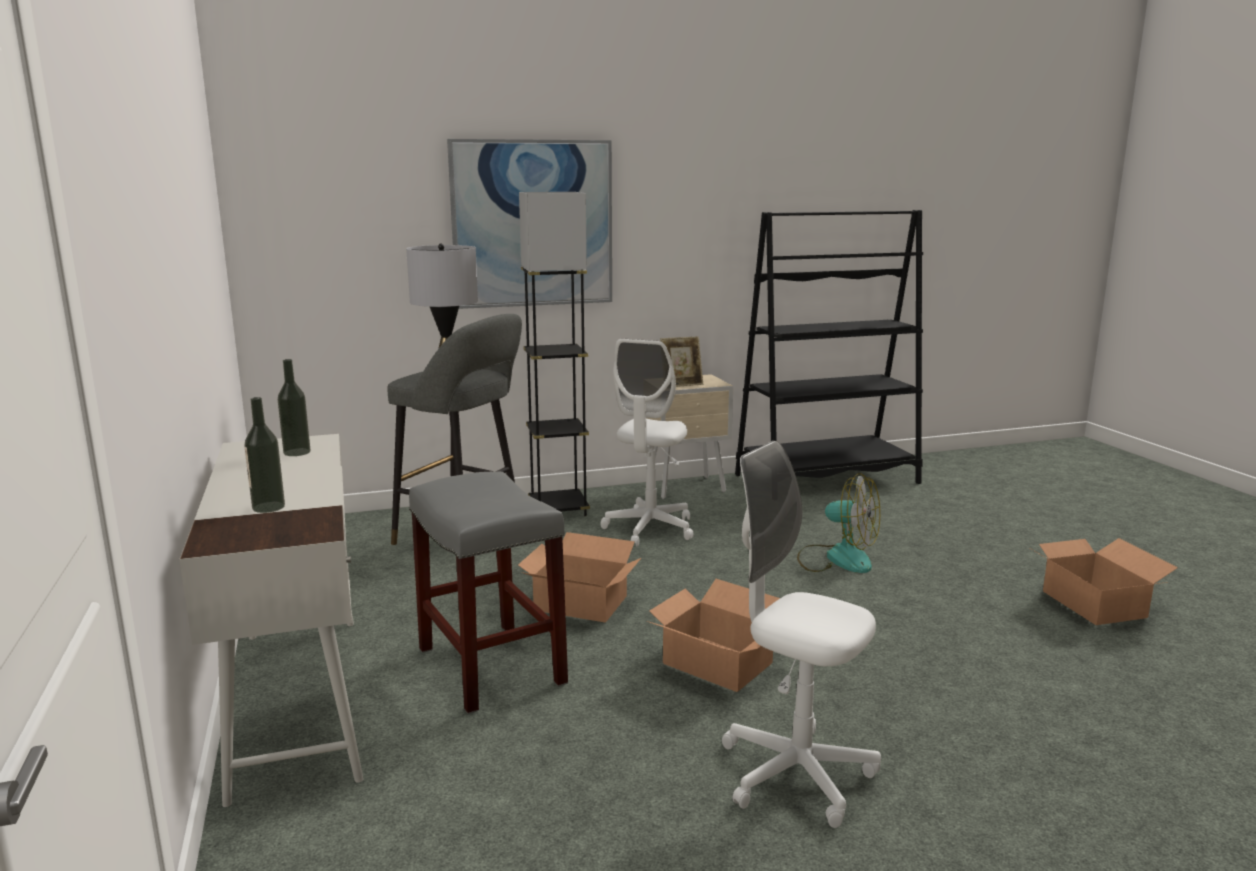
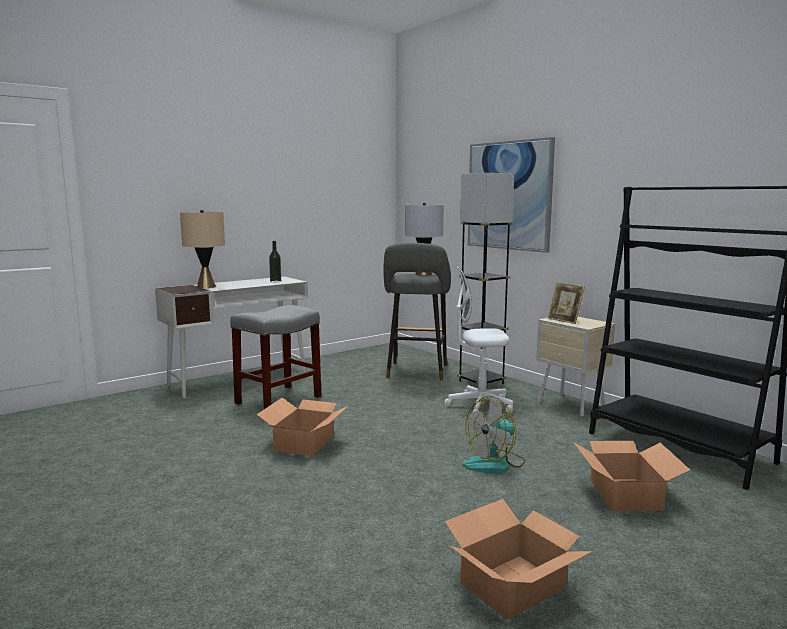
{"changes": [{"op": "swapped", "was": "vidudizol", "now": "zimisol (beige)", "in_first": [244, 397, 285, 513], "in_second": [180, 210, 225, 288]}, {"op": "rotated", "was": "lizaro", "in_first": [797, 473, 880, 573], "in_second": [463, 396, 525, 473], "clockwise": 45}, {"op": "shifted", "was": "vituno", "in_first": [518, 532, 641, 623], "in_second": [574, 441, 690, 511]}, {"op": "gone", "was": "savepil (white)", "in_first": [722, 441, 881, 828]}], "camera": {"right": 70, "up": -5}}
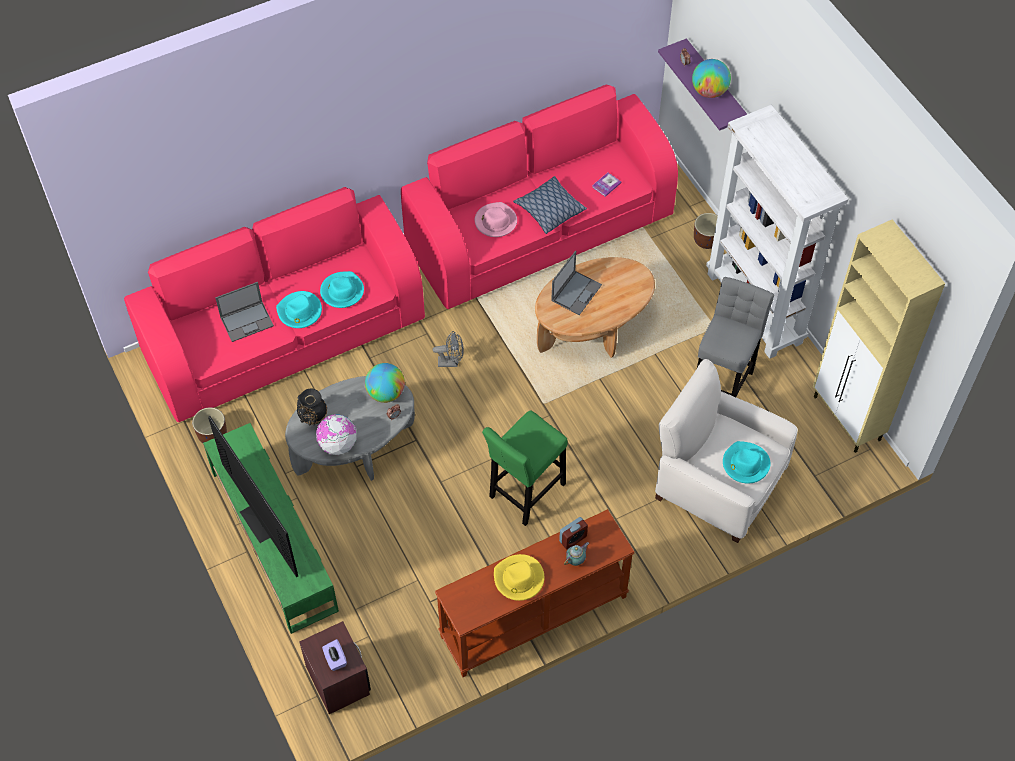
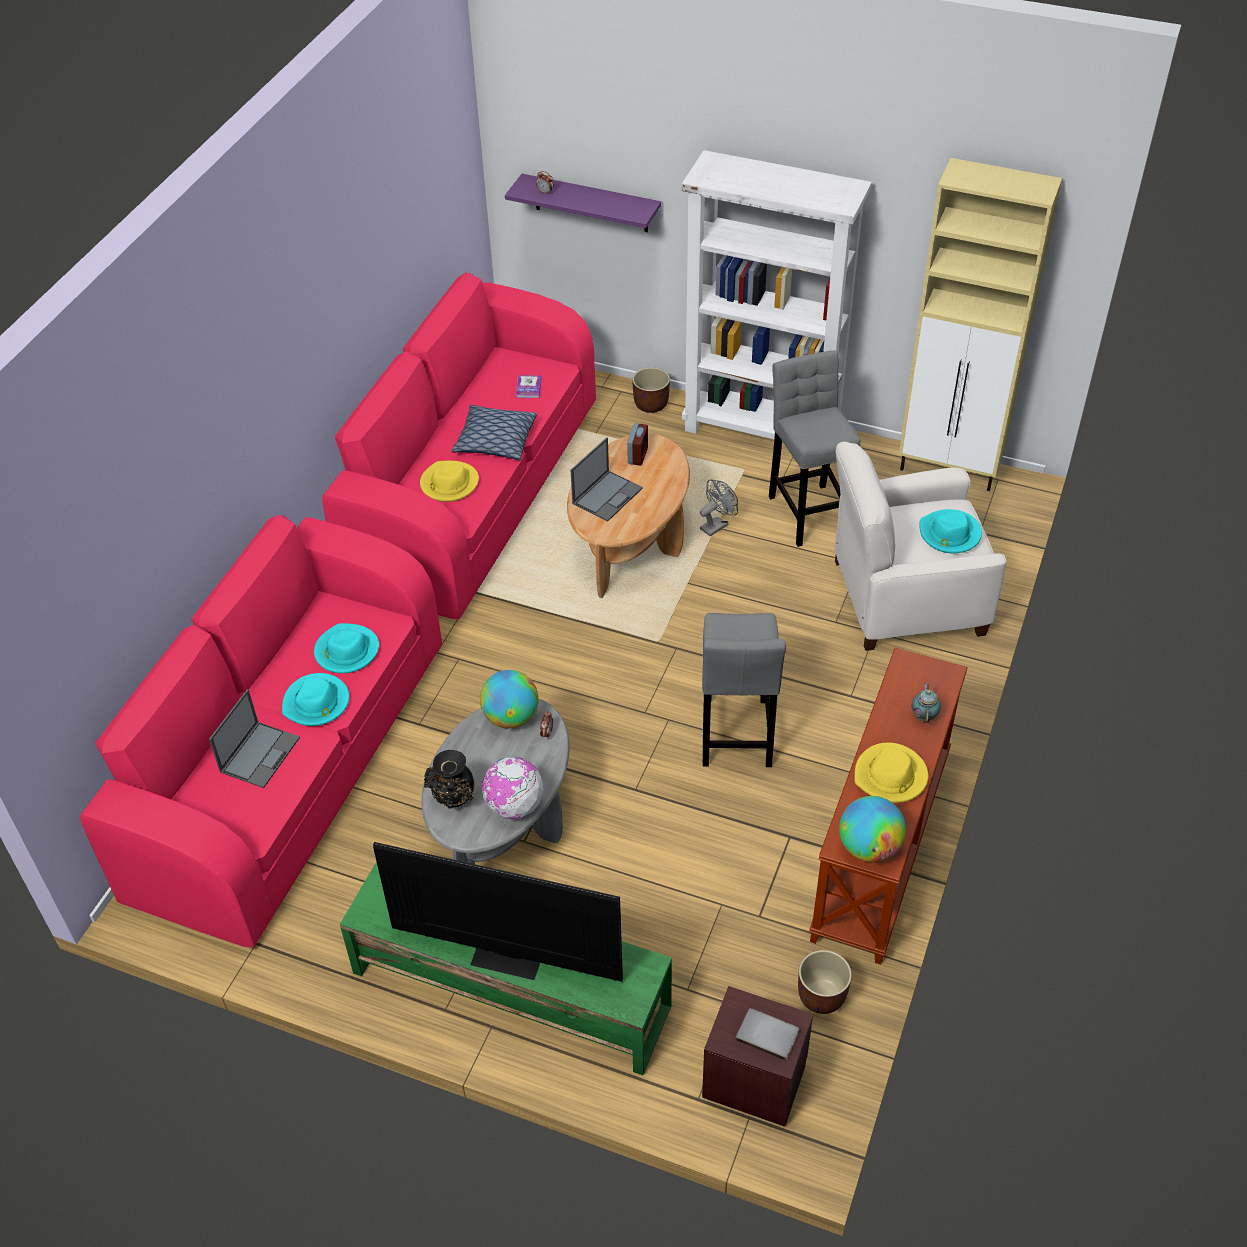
{"changes": [{"op": "repainted", "was": "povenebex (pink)", "now": "povenebex (yellow)", "in_first": [475, 202, 517, 237], "in_second": [420, 461, 479, 502]}, {"op": "rotated", "was": "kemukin", "in_first": [551, 251, 602, 315], "in_second": [571, 437, 643, 522], "clockwise": 45}, {"op": "shifted", "was": "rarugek", "in_first": [559, 517, 588, 549], "in_second": [627, 423, 648, 466]}, {"op": "shifted", "was": "lizaro (grey)", "in_first": [433, 331, 464, 367], "in_second": [700, 479, 738, 536]}, {"op": "repainted", "was": "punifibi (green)", "now": "punifibi (grey)", "in_first": [482, 410, 568, 526], "in_second": [702, 613, 786, 767]}, {"op": "swapped", "was": "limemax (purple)", "now": "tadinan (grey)", "in_first": [322, 639, 347, 671], "in_second": [735, 1008, 799, 1061]}, {"op": "shifted", "was": "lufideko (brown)", "in_first": [192, 407, 227, 443], "in_second": [798, 950, 852, 1014]}, {"op": "shifted", "was": "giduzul", "in_first": [692, 59, 731, 98], "in_second": [839, 796, 906, 862]}], "camera": {"right": -40, "up": -10}}
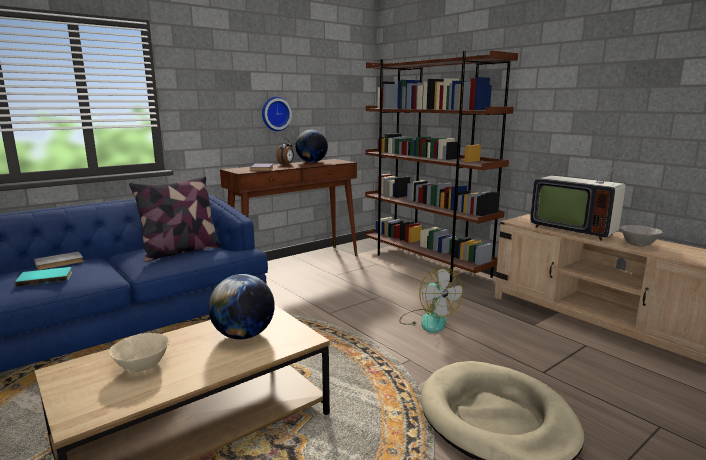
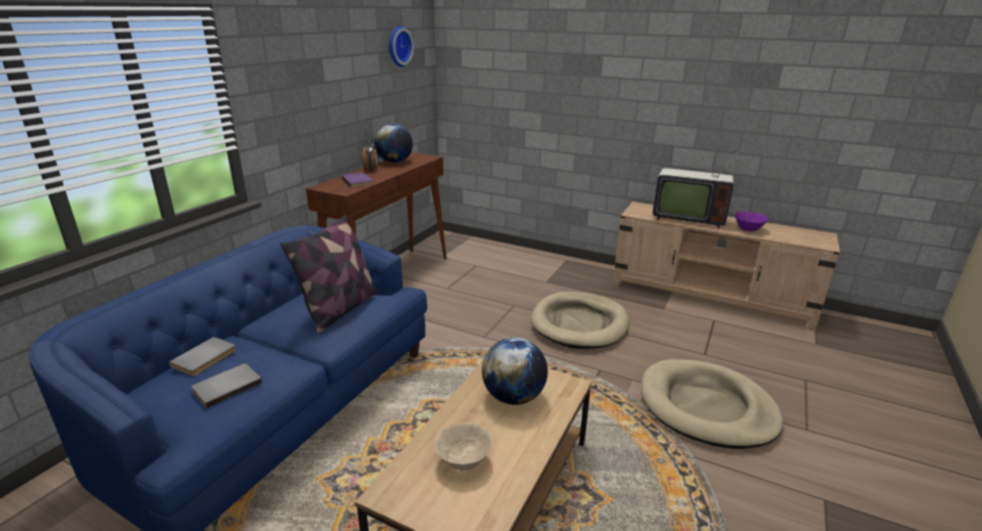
{"changes": [{"op": "repainted", "was": "tadinan (turquoise)", "now": "tadinan (grey)", "in_first": [15, 267, 72, 287], "in_second": [191, 363, 262, 408]}, {"op": "shifted", "was": "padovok", "in_first": [262, 97, 292, 131], "in_second": [389, 26, 414, 67]}, {"op": "swapped", "was": "lizaro", "now": "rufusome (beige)", "in_first": [399, 267, 463, 333], "in_second": [531, 291, 629, 349]}, {"op": "repainted", "was": "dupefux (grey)", "now": "dupefux (purple)", "in_first": [620, 225, 663, 246], "in_second": [735, 212, 768, 231]}, {"op": "gone", "was": "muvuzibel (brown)", "in_first": [365, 50, 518, 282]}], "camera": {"right": -25, "up": 10}}
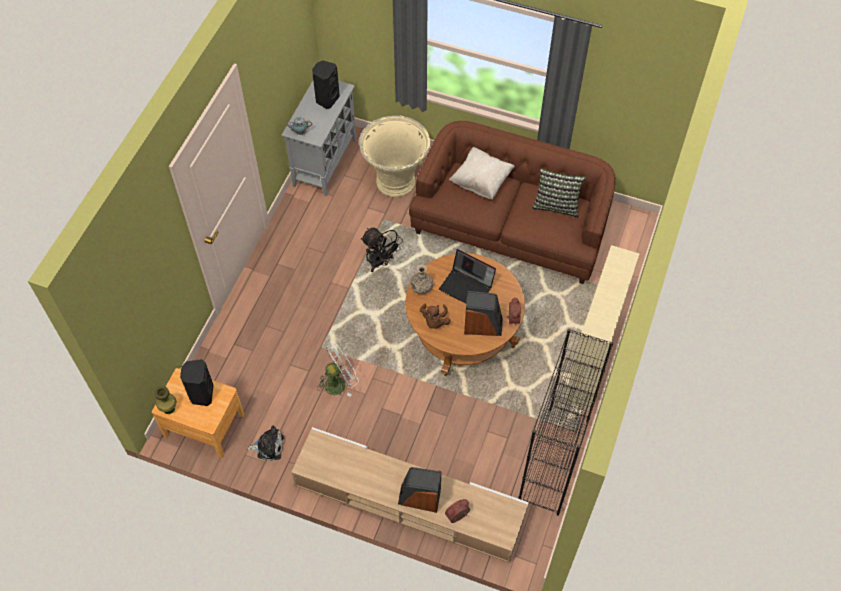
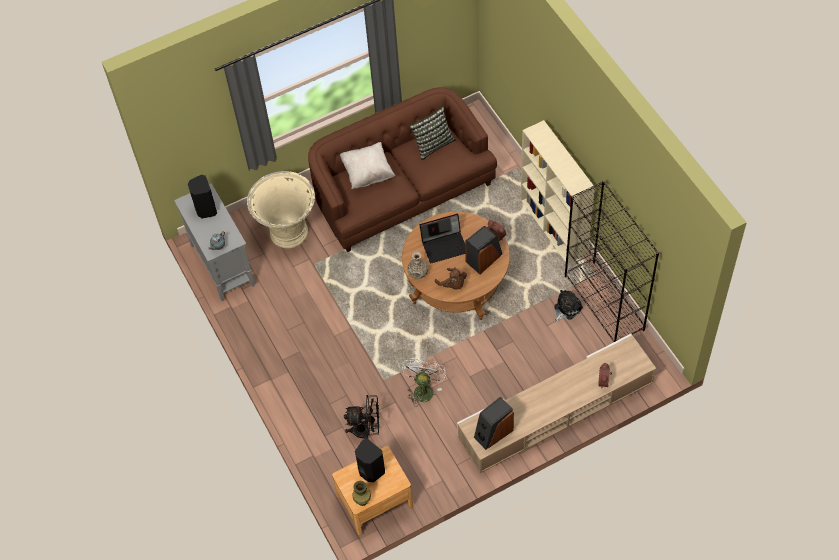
{"changes": [{"op": "shifted", "was": "lizaro (black)", "in_first": [361, 228, 403, 272], "in_second": [344, 395, 379, 441]}, {"op": "shifted", "was": "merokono", "in_first": [398, 467, 441, 513], "in_second": [474, 397, 514, 450]}, {"op": "shifted", "was": "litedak", "in_first": [247, 425, 284, 461], "in_second": [554, 290, 583, 322]}], "camera": {"right": -45, "up": 0}}
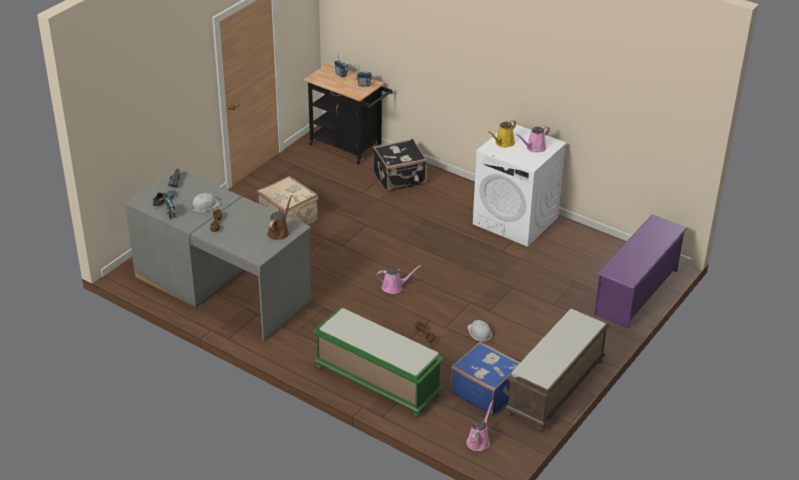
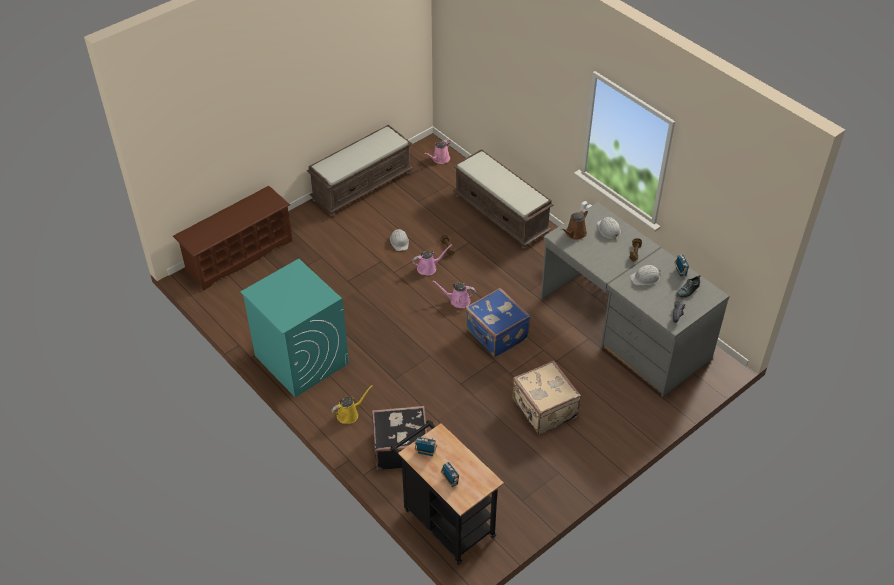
{"changes": [{"op": "repainted", "was": "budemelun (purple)", "now": "budemelun (brown)", "in_first": [594, 214, 688, 328], "in_second": [173, 186, 292, 291]}, {"op": "repainted", "was": "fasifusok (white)", "now": "fasifusok (turquoise)", "in_first": [473, 123, 567, 247], "in_second": [240, 259, 349, 397]}, {"op": "shifted", "was": "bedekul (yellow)", "in_first": [488, 120, 516, 148], "in_second": [331, 385, 373, 424]}, {"op": "shifted", "was": "bedekul (pink)", "in_first": [516, 126, 550, 153], "in_second": [412, 244, 452, 275]}, {"op": "repainted", "was": "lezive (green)", "now": "lezive (brown)", "in_first": [313, 308, 444, 417], "in_second": [453, 149, 553, 250]}, {"op": "shifted", "was": "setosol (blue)", "in_first": [450, 342, 520, 416], "in_second": [465, 288, 530, 357]}, {"op": "new", "now": "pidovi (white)", "in_second": [597, 217, 621, 240]}], "camera": {"right": -165, "up": 10}}
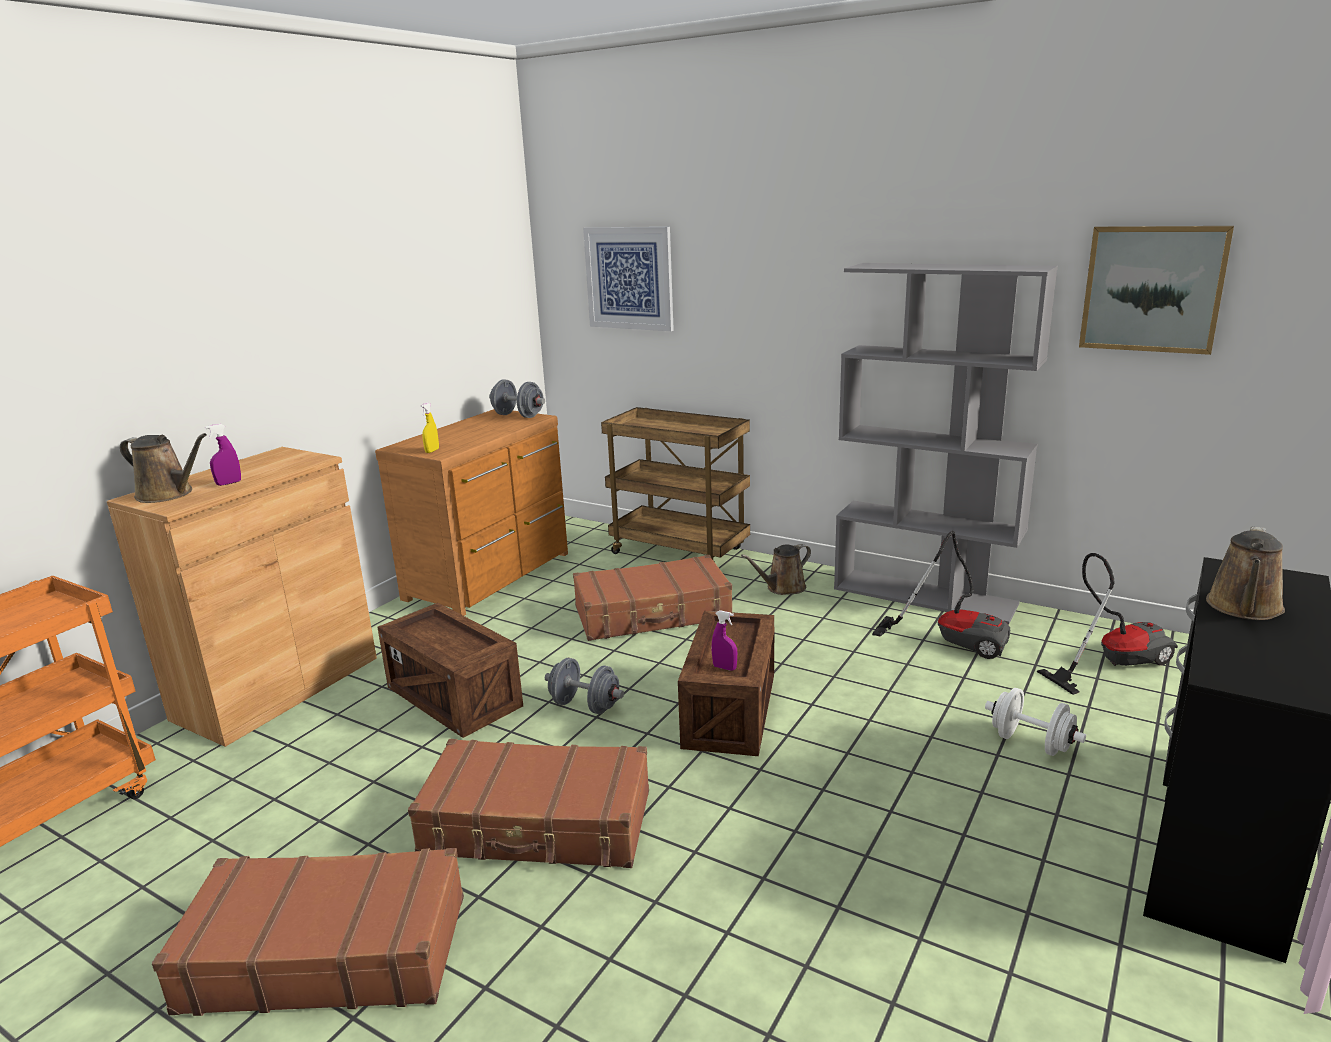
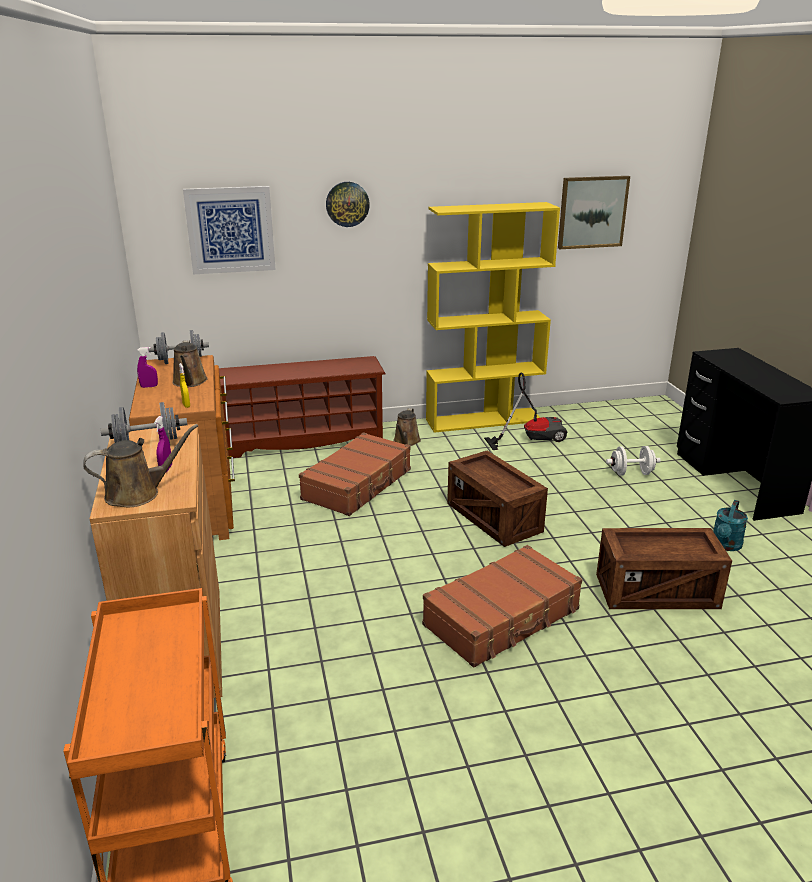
{"changes": [{"op": "shifted", "was": "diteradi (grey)", "in_first": [545, 658, 624, 714], "in_second": [100, 402, 187, 443]}, {"op": "shifted", "was": "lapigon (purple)", "in_first": [711, 610, 737, 671], "in_second": [137, 347, 158, 388]}, {"op": "shifted", "was": "bedekul (brown)", "in_first": [1206, 527, 1285, 620], "in_second": [172, 340, 208, 387]}, {"op": "swapped", "was": "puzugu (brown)", "now": "budemelun (brown)", "in_first": [601, 407, 750, 562], "in_second": [219, 356, 386, 458]}, {"op": "new", "now": "padovok", "in_second": [326, 182, 370, 227]}, {"op": "repainted", "was": "muvuzibel (grey)", "now": "muvuzibel (yellow)", "in_first": [834, 263, 1058, 625], "in_second": [426, 202, 560, 433]}, {"op": "shifted", "was": "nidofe", "in_first": [377, 603, 523, 738], "in_second": [596, 528, 732, 609]}, {"op": "new", "now": "bedekul (turquoise)", "in_second": [713, 500, 748, 551]}, {"op": "gone", "was": "setosol (brown)", "in_first": [152, 848, 464, 1016]}, {"op": "gone", "was": "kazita", "in_first": [1037, 553, 1178, 695]}], "camera": {"right": -45, "up": 5}}
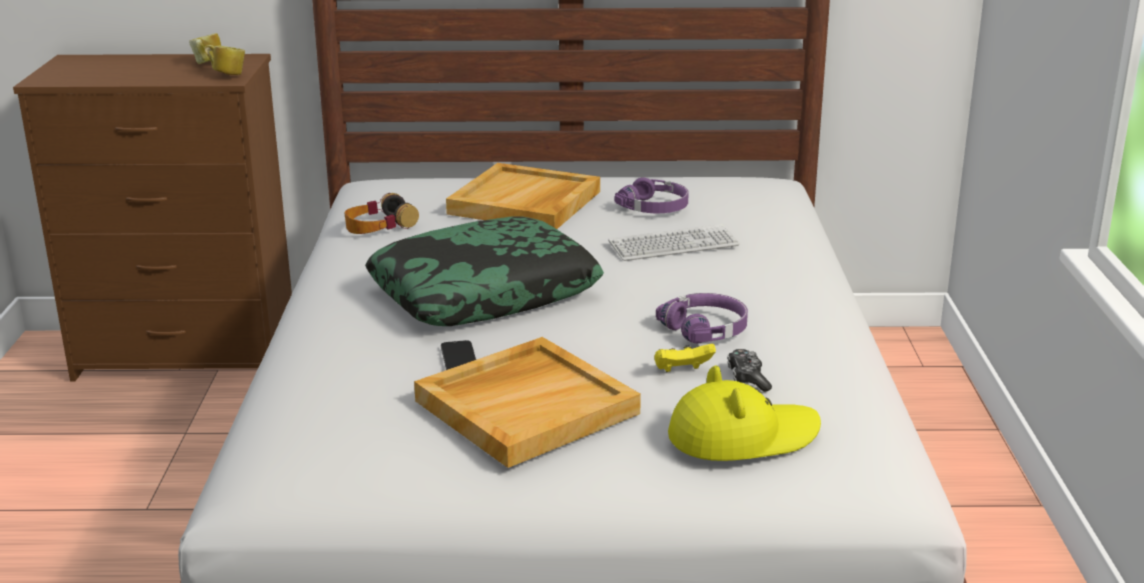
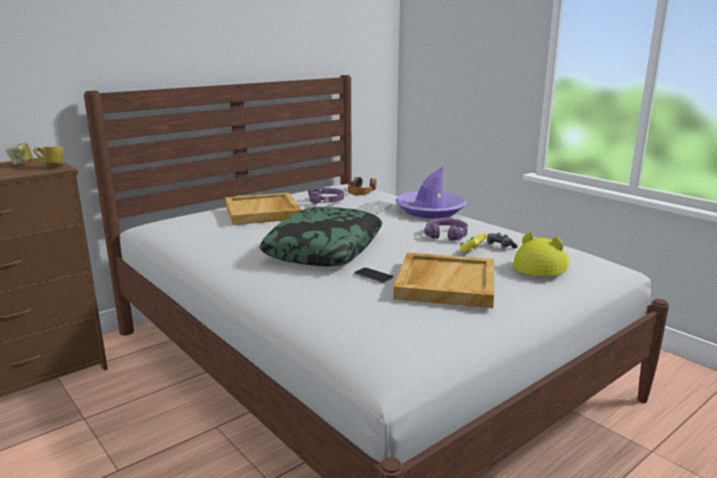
{"changes": [{"op": "shifted", "was": "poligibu", "in_first": [345, 193, 419, 234], "in_second": [348, 177, 377, 195]}, {"op": "new", "now": "povenebex (purple)", "in_second": [395, 166, 467, 218]}], "camera": {"right": -40, "up": -5}}
